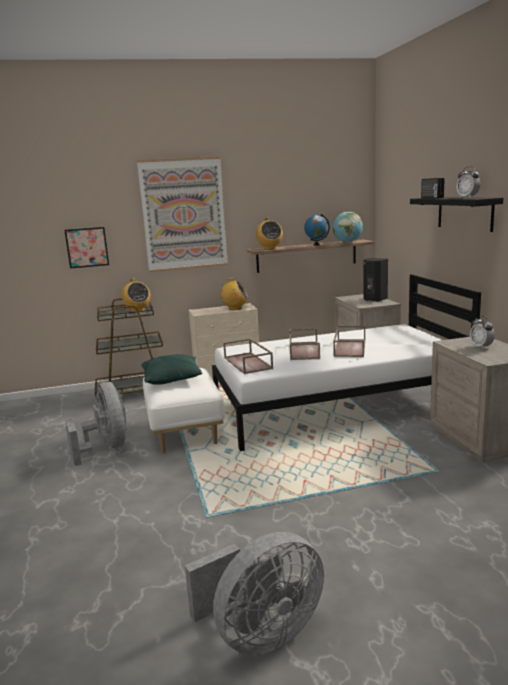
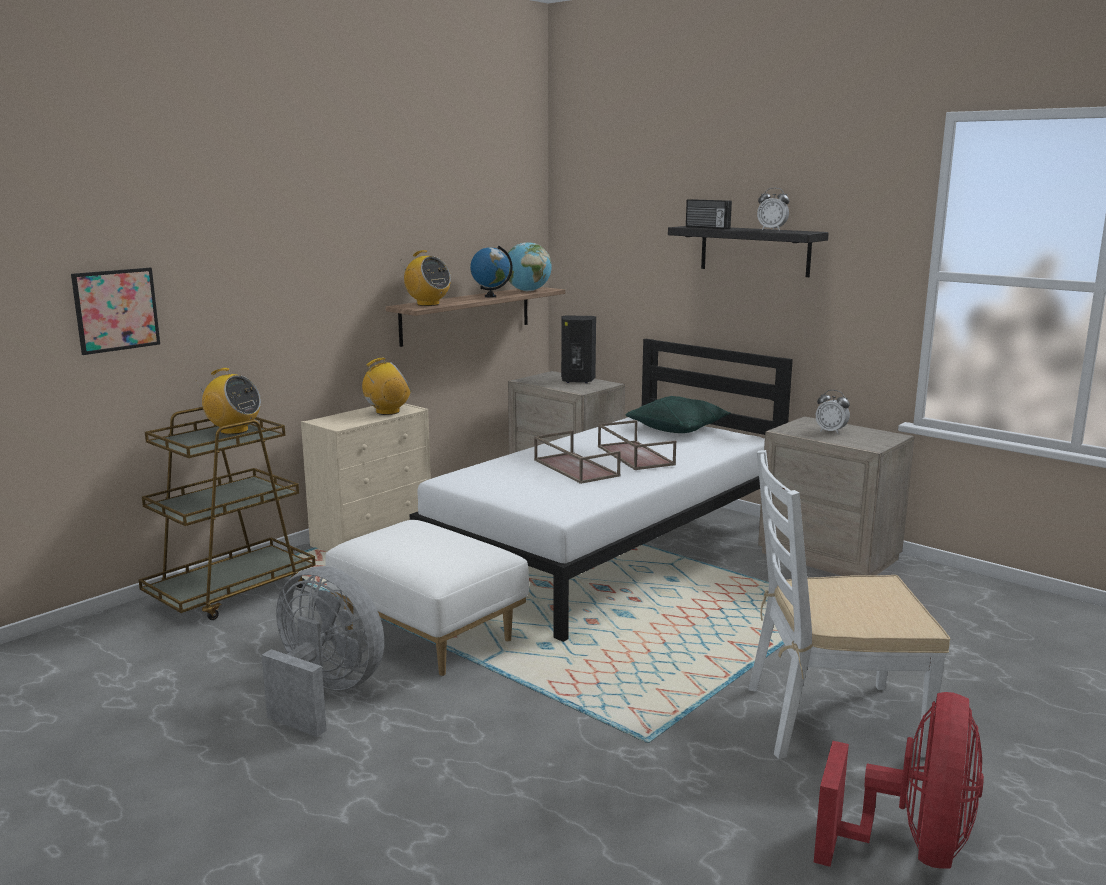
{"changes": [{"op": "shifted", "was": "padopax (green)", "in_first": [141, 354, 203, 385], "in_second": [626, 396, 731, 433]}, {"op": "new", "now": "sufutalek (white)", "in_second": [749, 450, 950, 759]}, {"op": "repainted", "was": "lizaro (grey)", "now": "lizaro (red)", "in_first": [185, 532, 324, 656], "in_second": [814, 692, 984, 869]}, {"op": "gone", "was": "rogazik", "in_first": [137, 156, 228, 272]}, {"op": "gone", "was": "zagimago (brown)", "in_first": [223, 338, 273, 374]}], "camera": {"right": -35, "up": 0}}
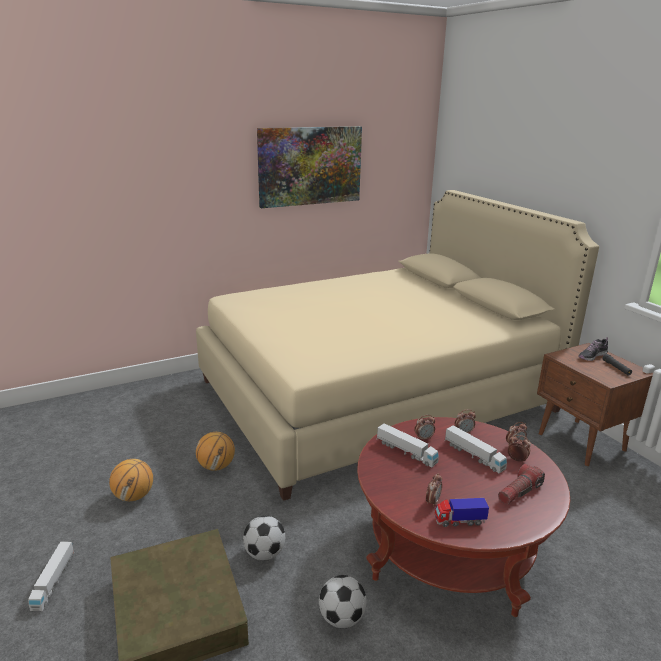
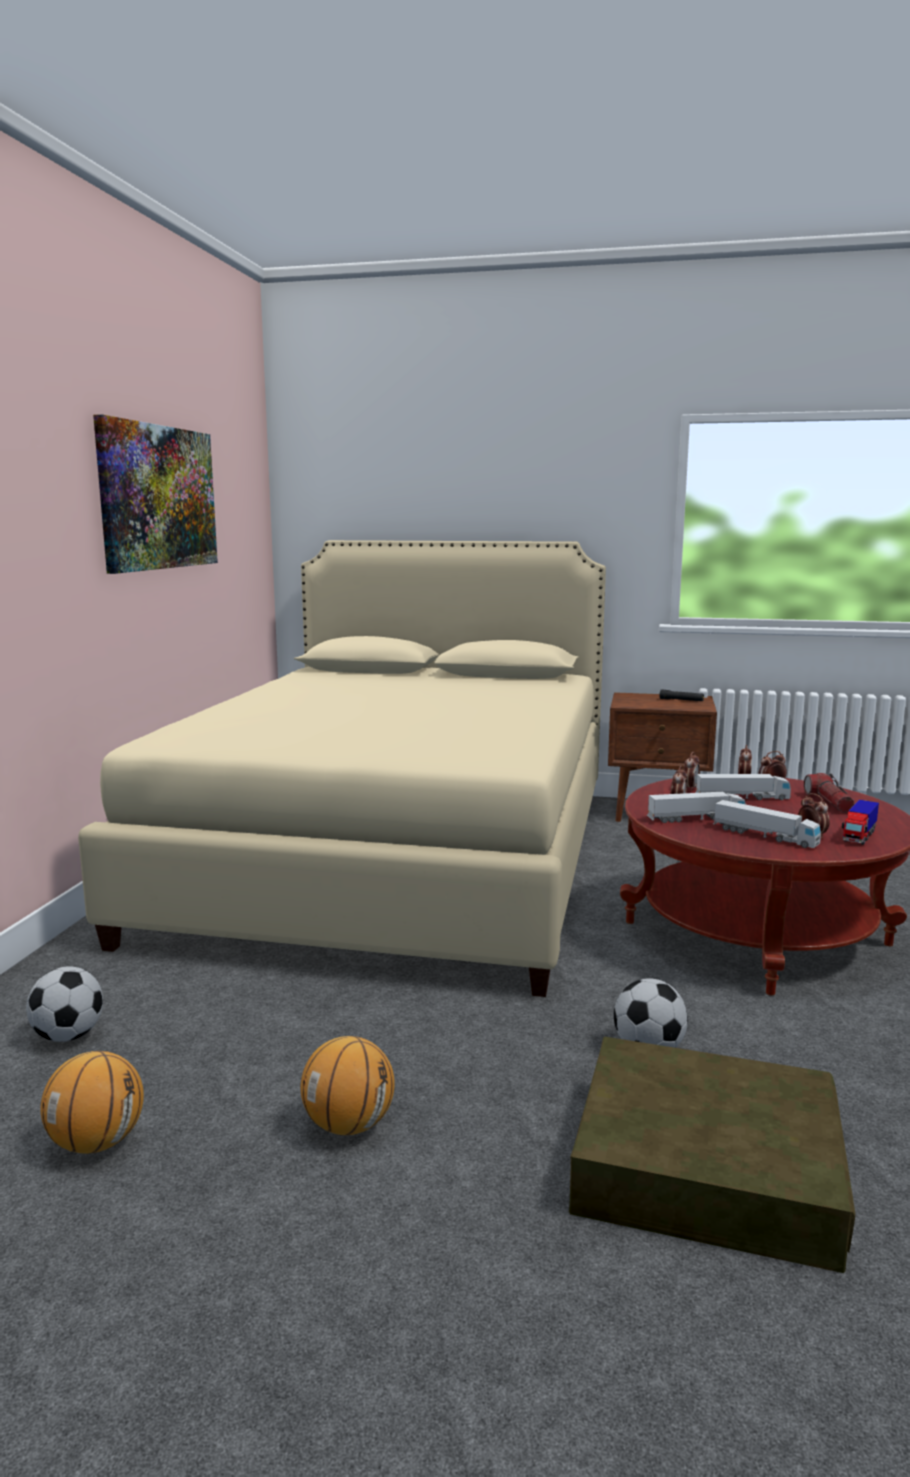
{"changes": [{"op": "shifted", "was": "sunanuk", "in_first": [319, 575, 366, 628], "in_second": [26, 966, 103, 1042]}, {"op": "shifted", "was": "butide", "in_first": [196, 432, 235, 471], "in_second": [40, 1051, 144, 1154]}, {"op": "shifted", "was": "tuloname", "in_first": [28, 542, 74, 611], "in_second": [713, 800, 821, 848]}, {"op": "gone", "was": "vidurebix", "in_first": [578, 337, 608, 361]}], "camera": {"right": -50, "up": -10}}
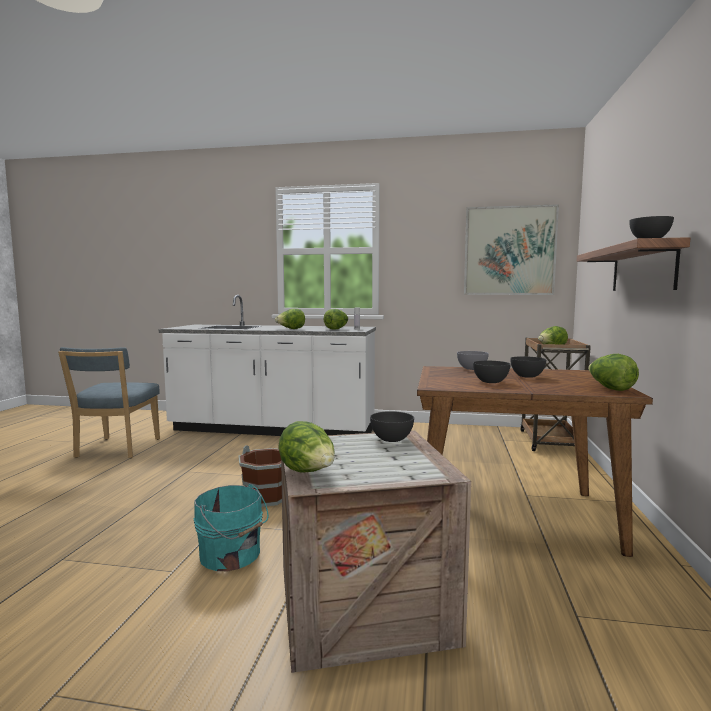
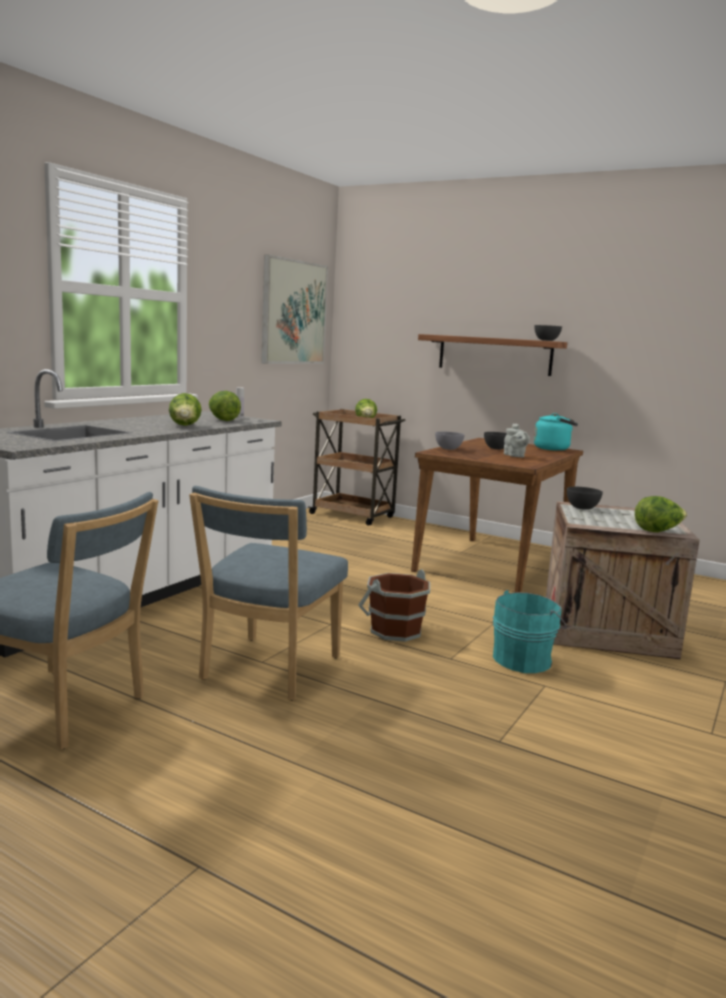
{"changes": [{"op": "new", "now": "sufutalek (blue)", "in_second": [189, 486, 348, 701]}, {"op": "swapped", "was": "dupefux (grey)", "now": "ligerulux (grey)", "in_first": [473, 361, 511, 383], "in_second": [504, 423, 530, 457]}, {"op": "swapped", "was": "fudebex", "now": "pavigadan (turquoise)", "in_first": [588, 354, 639, 391], "in_second": [534, 413, 578, 451]}], "camera": {"right": -70, "up": 5}}
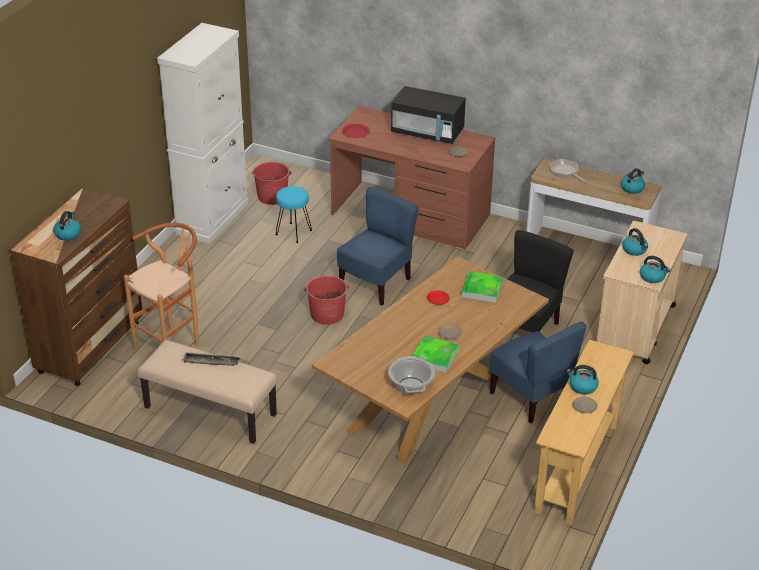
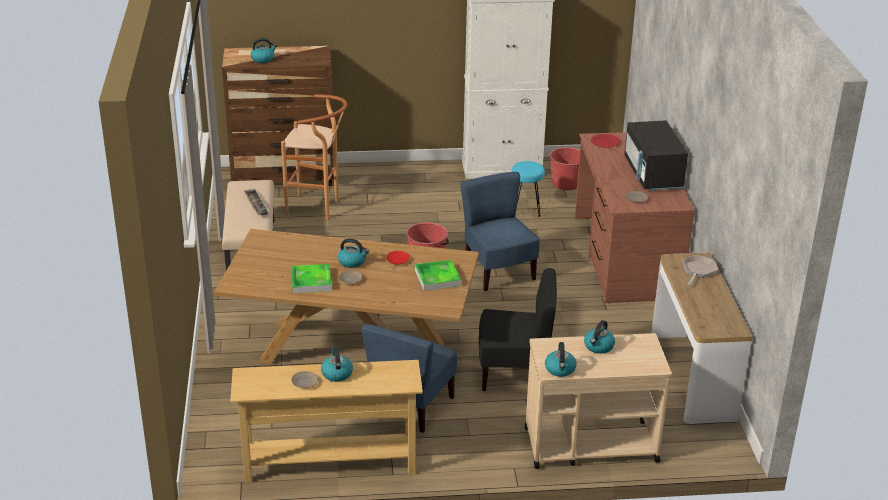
{"changes": [{"op": "shifted", "was": "pavigadan", "in_first": [621, 168, 645, 194], "in_second": [338, 238, 369, 268]}, {"op": "rotated", "was": "sufutalek (blue)", "in_first": [337, 187, 419, 305], "in_second": [461, 172, 540, 291], "clockwise": -120}, {"op": "gone", "was": "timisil", "in_first": [388, 356, 435, 394]}], "camera": {"right": 60, "up": -5}}
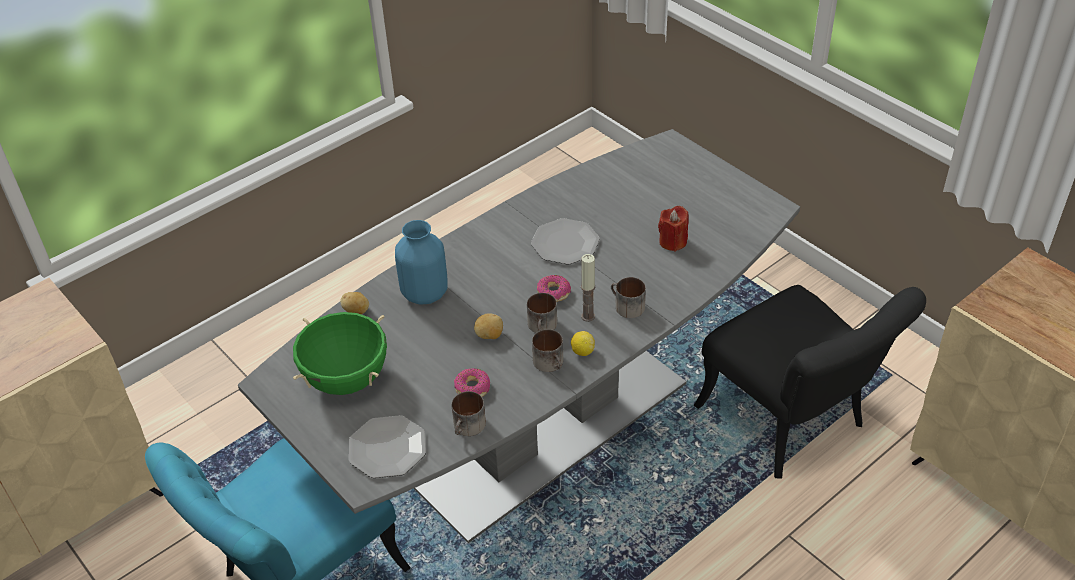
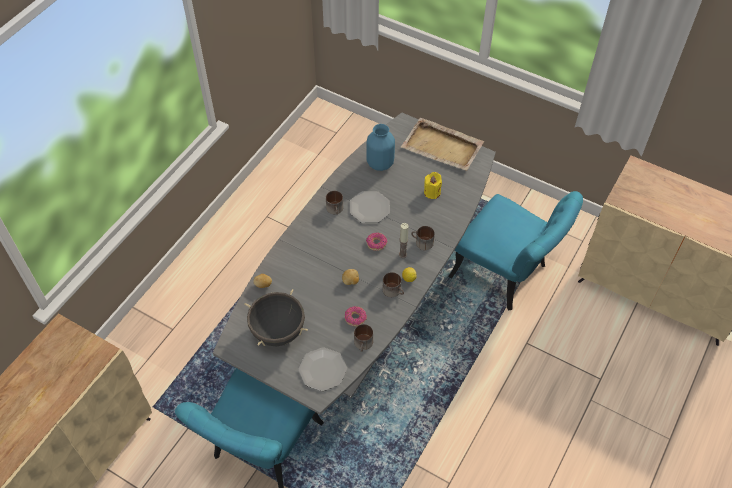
{"changes": [{"op": "repainted", "was": "timisil (green)", "now": "timisil (black)", "in_first": [293, 312, 387, 395], "in_second": [244, 289, 308, 346]}, {"op": "shifted", "was": "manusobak", "in_first": [527, 293, 557, 333], "in_second": [326, 191, 343, 215]}, {"op": "shifted", "was": "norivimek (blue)", "in_first": [395, 220, 448, 305], "in_second": [366, 124, 395, 171]}, {"op": "new", "now": "zagimago (beige)", "in_second": [401, 118, 484, 171]}, {"op": "repainted", "was": "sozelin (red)", "now": "sozelin (yellow)", "in_first": [658, 206, 689, 252], "in_second": [424, 172, 442, 199]}, {"op": "repainted", "was": "sufutalek (black)", "now": "sufutalek (turquoise)", "in_first": [694, 285, 926, 479], "in_second": [448, 191, 583, 311]}], "camera": {"right": -20, "up": 10}}
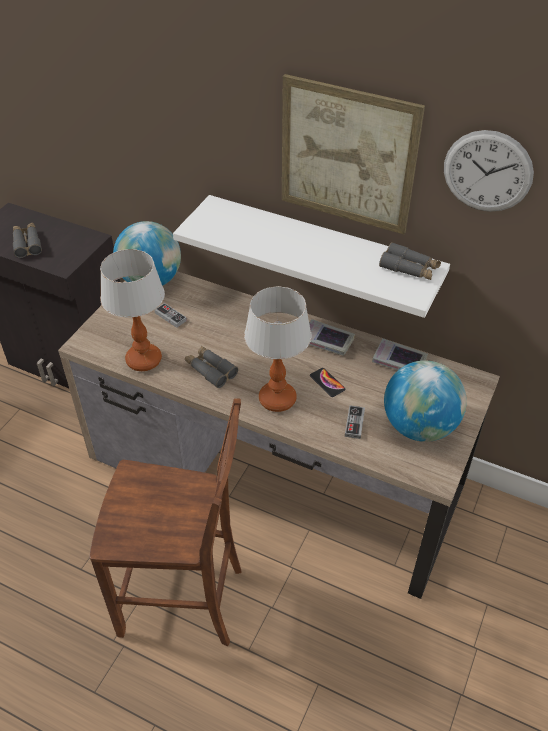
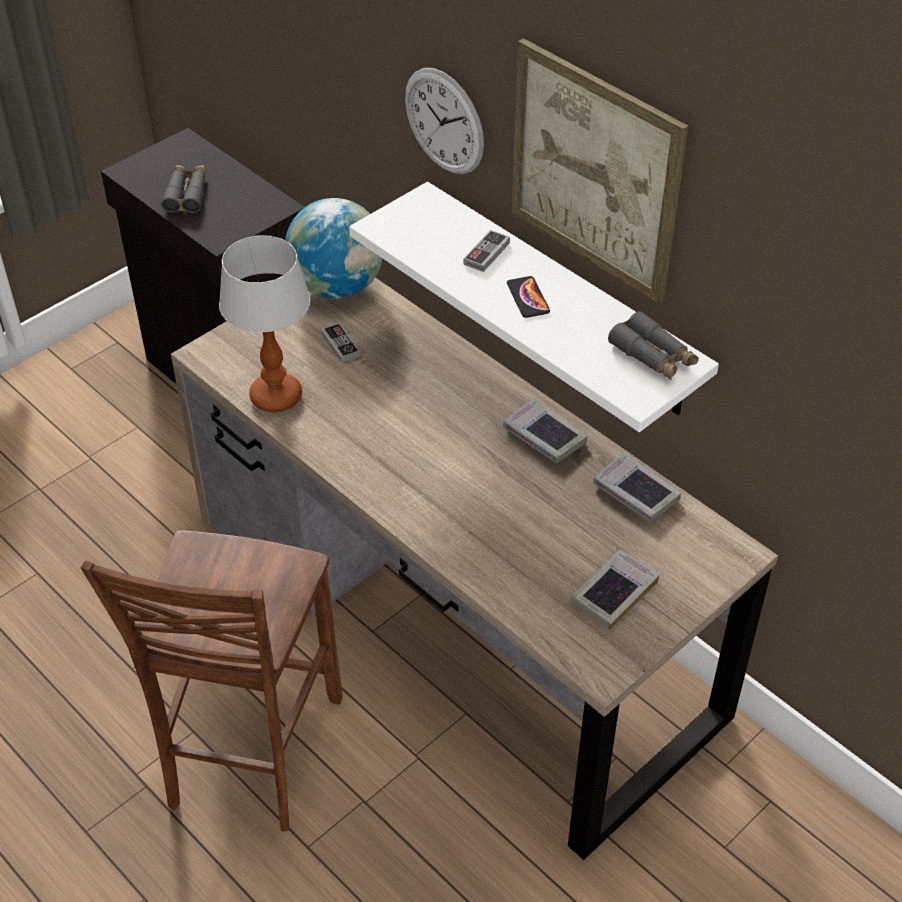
{"changes": [{"op": "rotated", "was": "sufutalek (brown)", "in_first": [89, 398, 242, 646], "in_second": [81, 531, 343, 831], "clockwise": 75}, {"op": "shifted", "was": "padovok", "in_first": [444, 130, 534, 212], "in_second": [405, 68, 484, 174]}, {"op": "shifted", "was": "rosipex", "in_first": [345, 405, 365, 439], "in_second": [464, 230, 510, 272]}, {"op": "shifted", "was": "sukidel", "in_first": [310, 368, 345, 397], "in_second": [507, 276, 550, 318]}, {"op": "swapped", "was": "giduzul", "now": "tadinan", "in_first": [384, 360, 467, 442], "in_second": [571, 550, 660, 630]}, {"op": "gone", "was": "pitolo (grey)", "in_first": [185, 346, 238, 388]}, {"op": "gone", "was": "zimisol", "in_first": [244, 286, 311, 412]}], "camera": {"right": 20, "up": 0}}
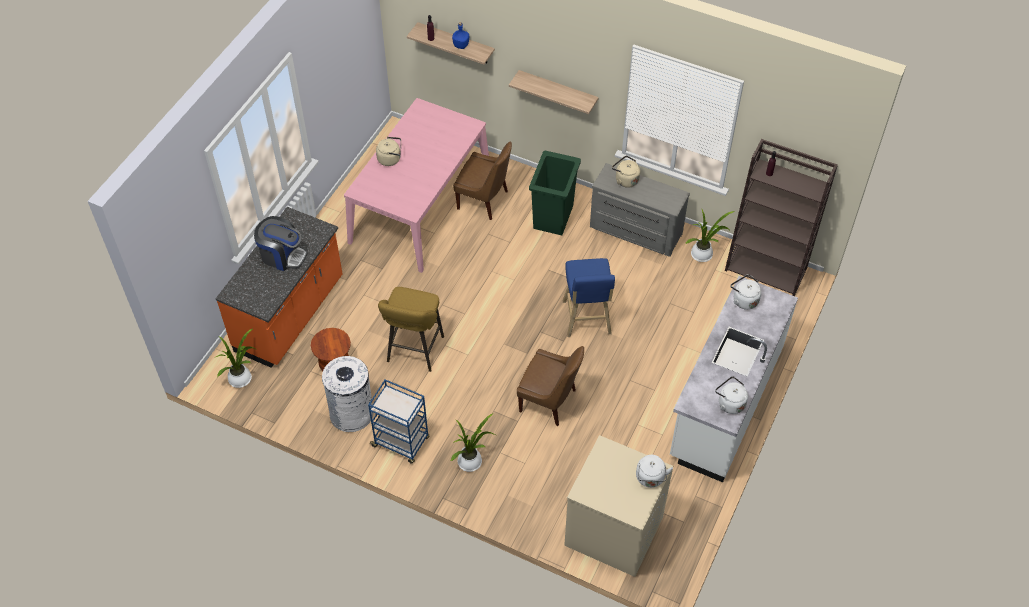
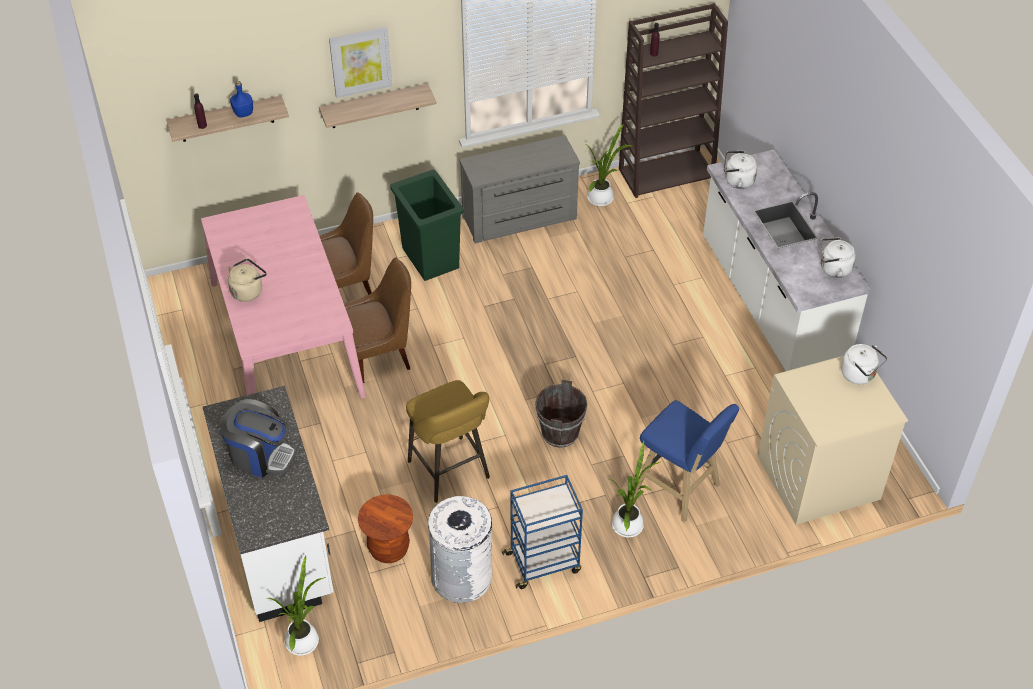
{"changes": [{"op": "repainted", "was": "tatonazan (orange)", "now": "tatonazan (white)", "in_first": [216, 207, 343, 368], "in_second": [203, 386, 334, 622]}, {"op": "rotated", "was": "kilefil", "in_first": [254, 216, 308, 271], "in_second": [221, 399, 297, 478], "clockwise": 45}, {"op": "new", "now": "rogazik", "in_second": [329, 26, 392, 98]}, {"op": "shifted", "was": "sufutalek (brown)", "in_first": [517, 346, 584, 426], "in_second": [344, 257, 411, 383]}, {"op": "new", "now": "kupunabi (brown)", "in_second": [535, 380, 588, 448]}, {"op": "shifted", "was": "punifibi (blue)", "in_first": [563, 258, 615, 337], "in_second": [636, 400, 739, 523]}, {"op": "gone", "was": "pavigadan (beige)", "in_first": [612, 156, 640, 188]}], "camera": {"right": -45, "up": -5}}
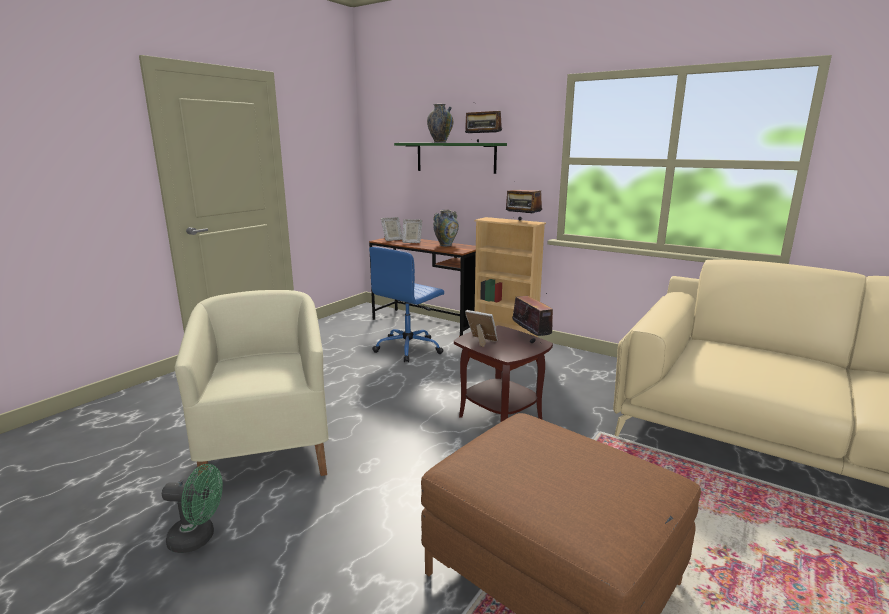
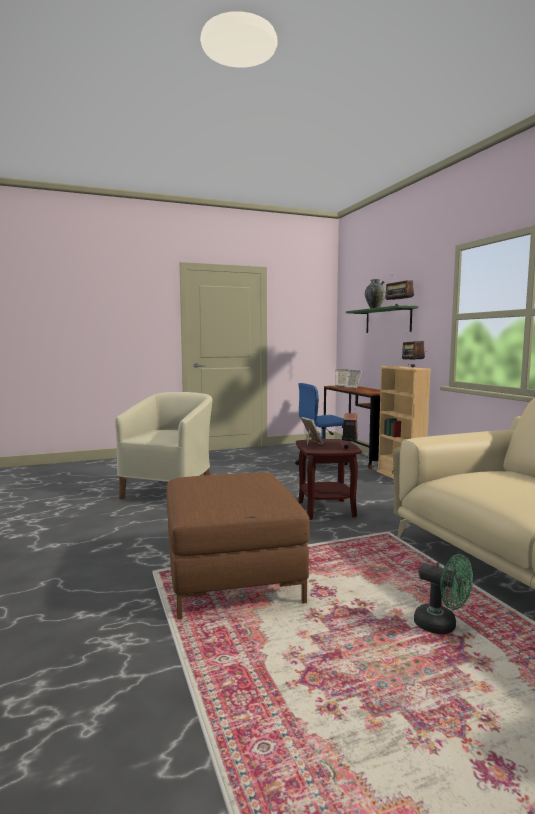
{"changes": [{"op": "shifted", "was": "lizaro (green)", "in_first": [162, 464, 223, 553], "in_second": [414, 554, 473, 634]}, {"op": "gone", "was": "norivimek", "in_first": [433, 210, 459, 246]}], "camera": {"right": 35, "up": -10}}
